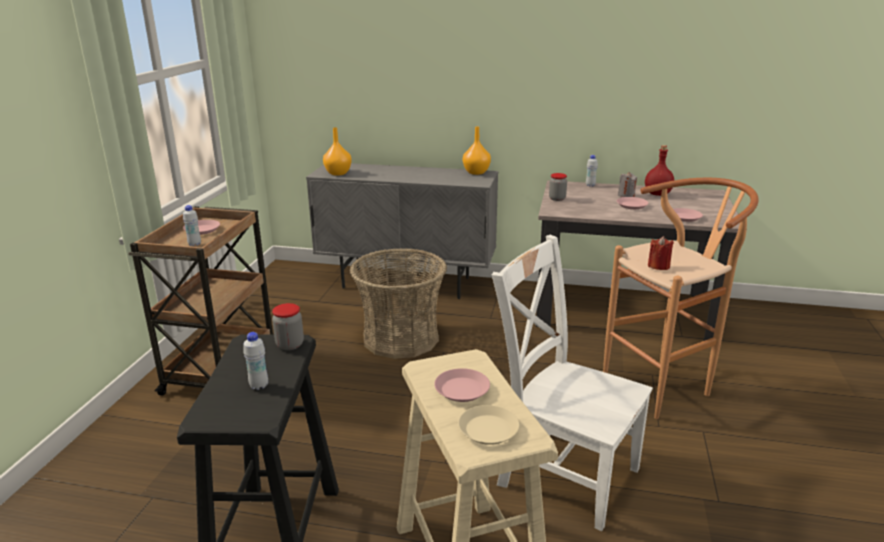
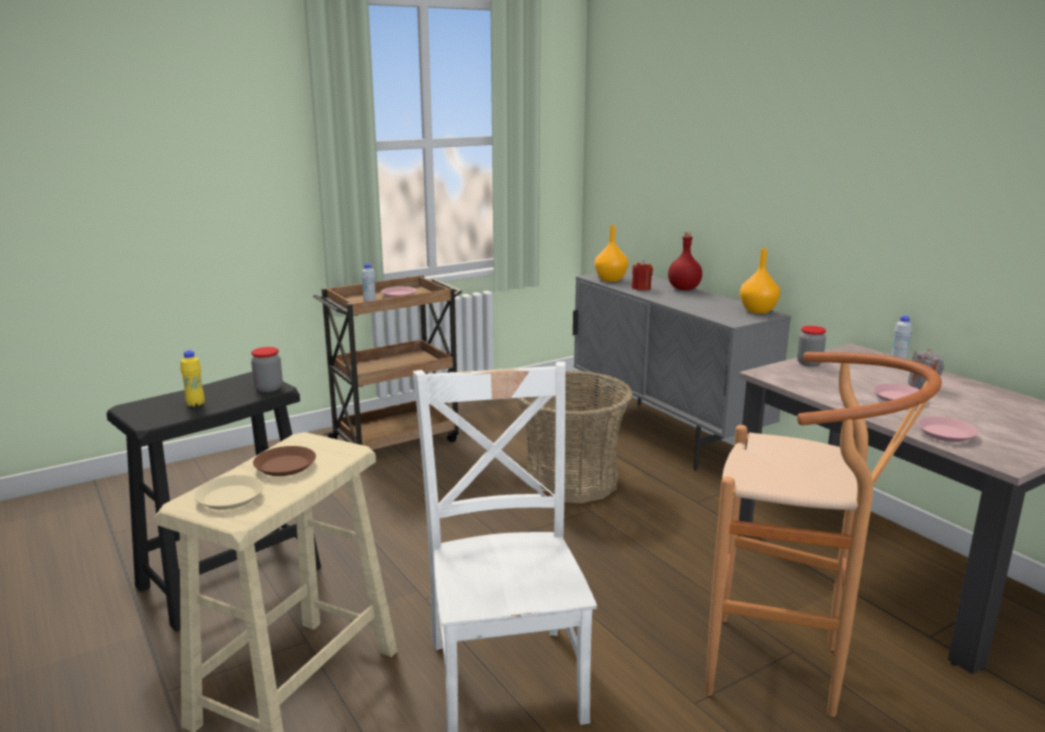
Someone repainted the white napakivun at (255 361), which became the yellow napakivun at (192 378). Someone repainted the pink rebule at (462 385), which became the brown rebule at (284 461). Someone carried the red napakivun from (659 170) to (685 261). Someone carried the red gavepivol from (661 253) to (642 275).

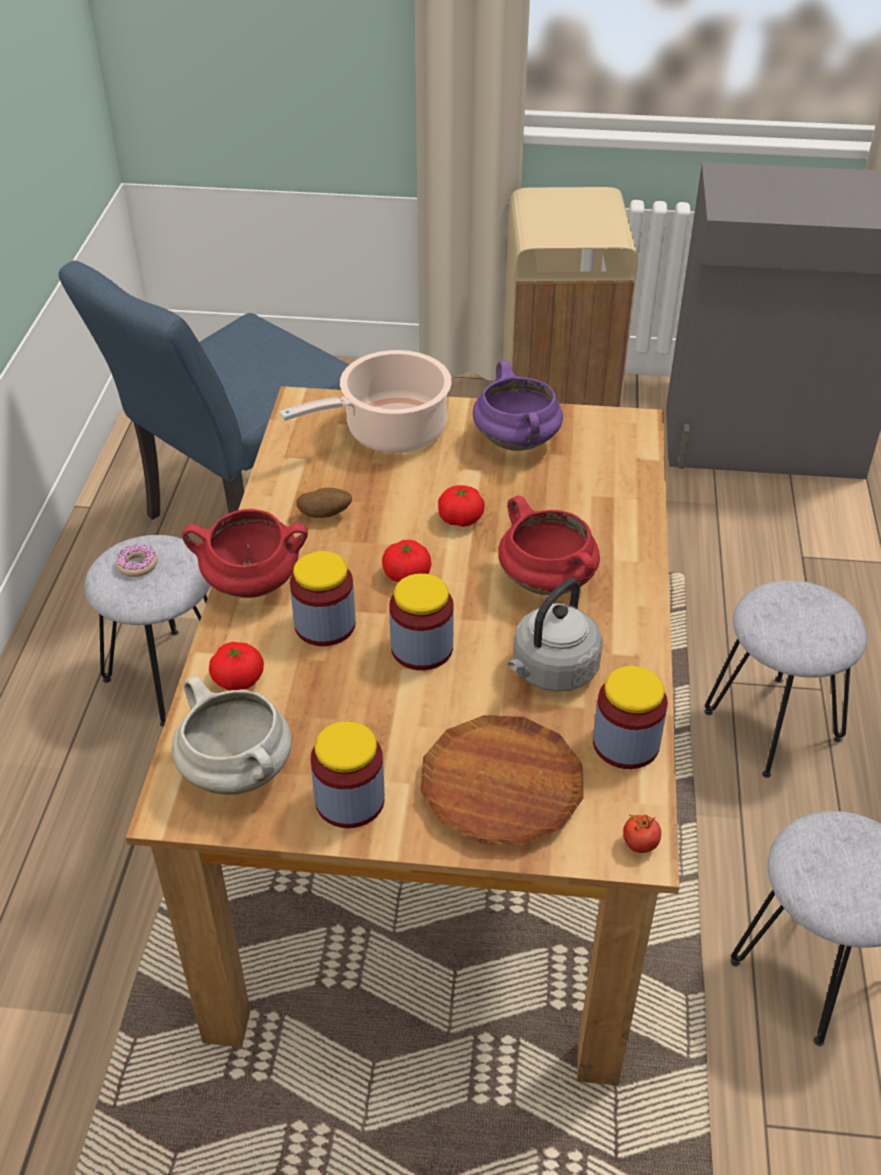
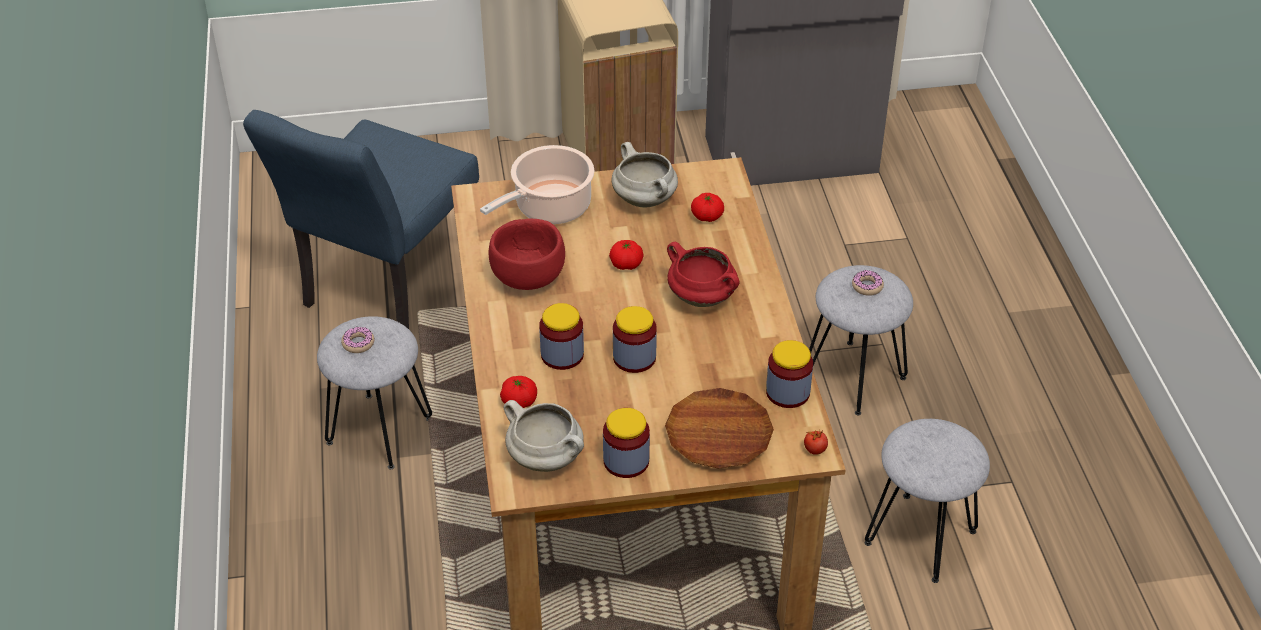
Someone took away the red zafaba at (245 553). Someone swapped the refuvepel at (324 503) for the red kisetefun at (527 254). Someone carried the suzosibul from (406 561) to (707 207). Someone repainted the purple zafaba at (518 405), which became the white zafaba at (644 175). Someone took away the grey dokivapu at (555 635). Someone put down the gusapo at (868 283).

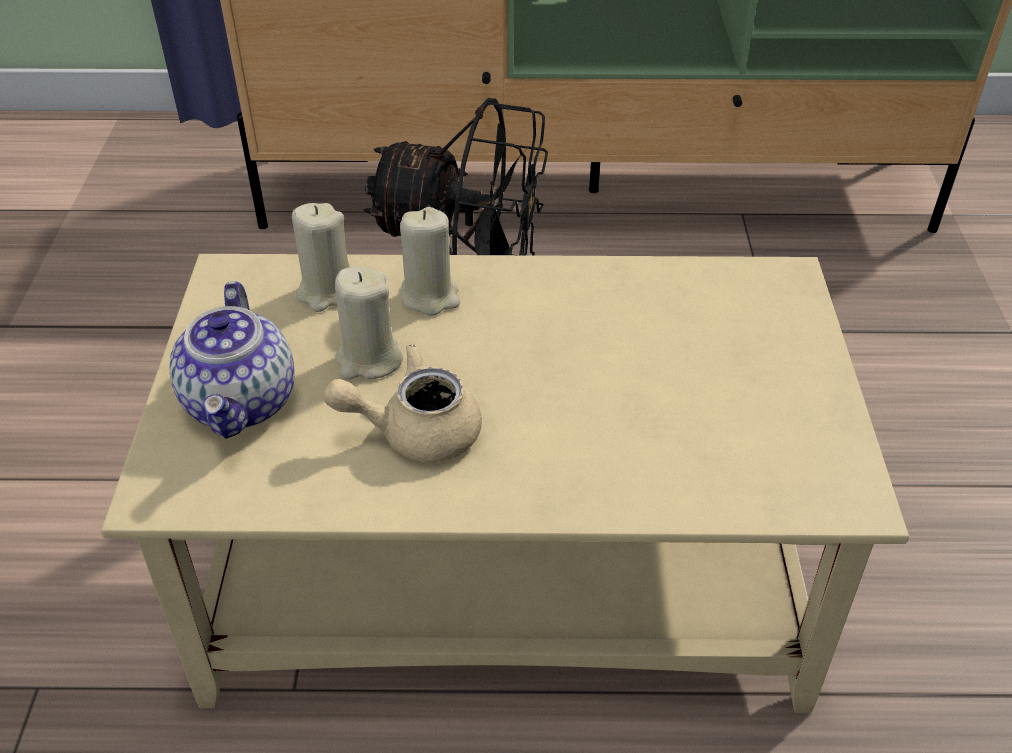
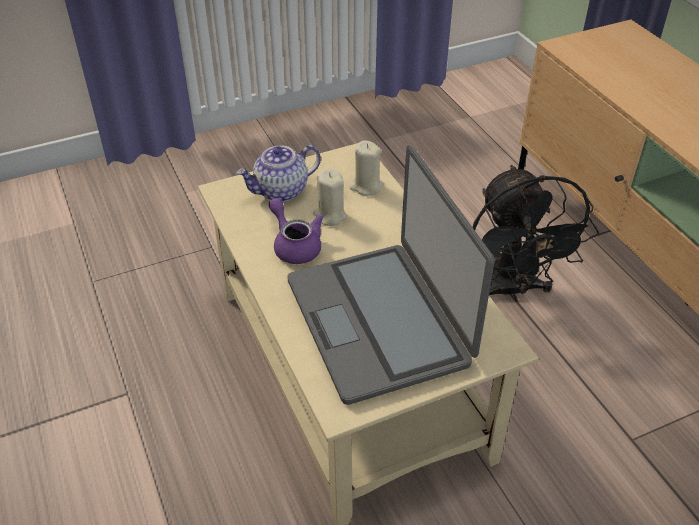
Someone repainted the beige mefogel at (402 403), which became the purple mefogel at (296 231). Someone took away the beige gavepivol at (430 261). Someone put down the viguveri at (391 275).

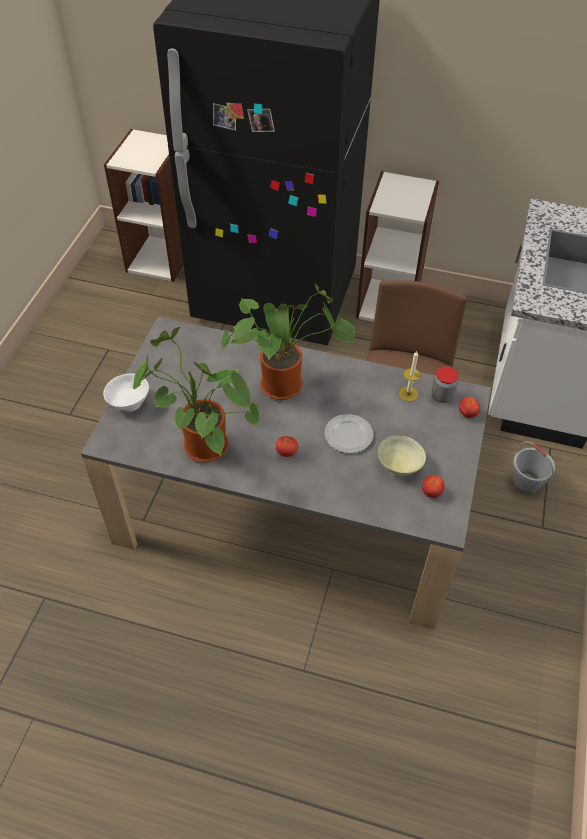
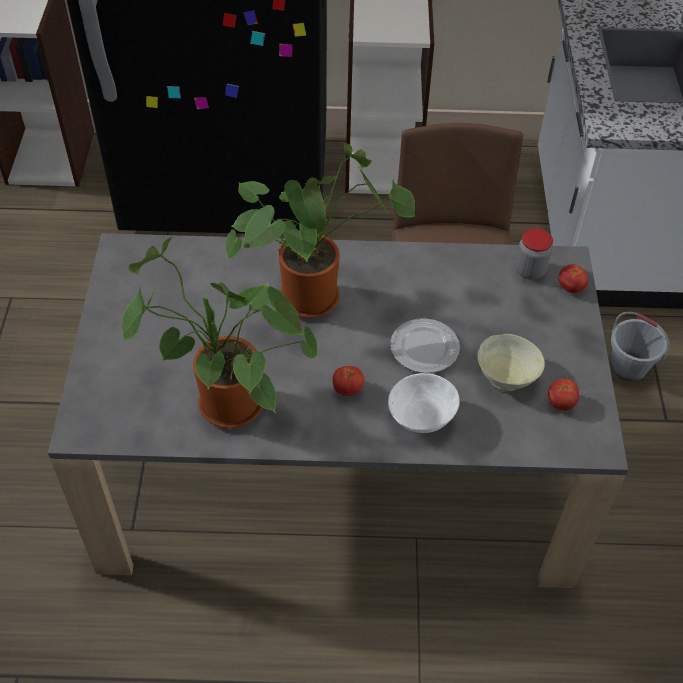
Someone carried the white kisetefun from (126 392) to (424 403). Someone took away the gavepivol at (410 376).

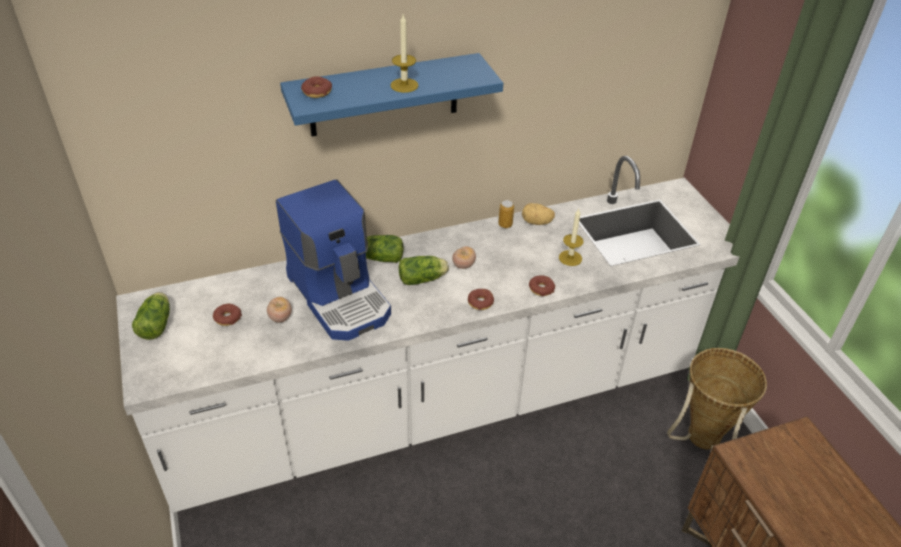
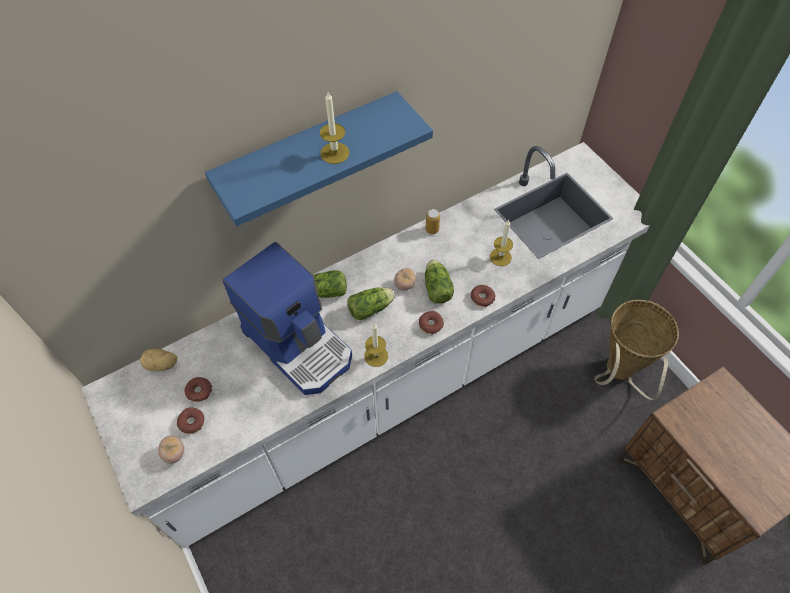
Someone carried the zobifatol from (151 316) to (439 282). Someone carried the suzosibul from (279 309) to (171 449). Someone carried the gusapo from (316 87) to (190 420). Someone carried the refuvepel from (538 214) to (158 360). Someone put down the gavepivol at (376 345).

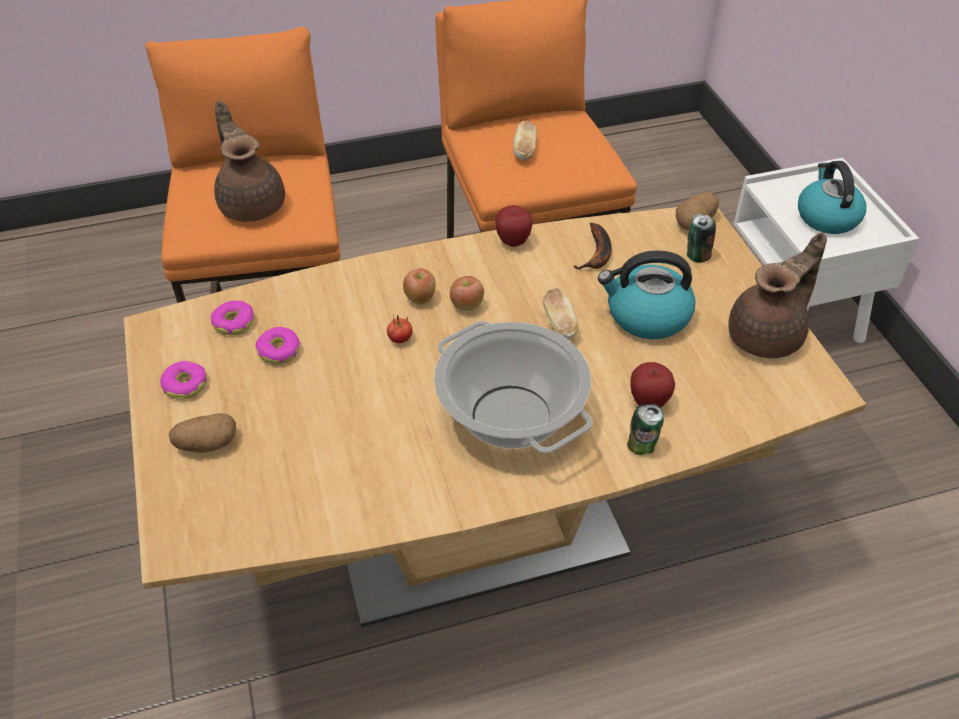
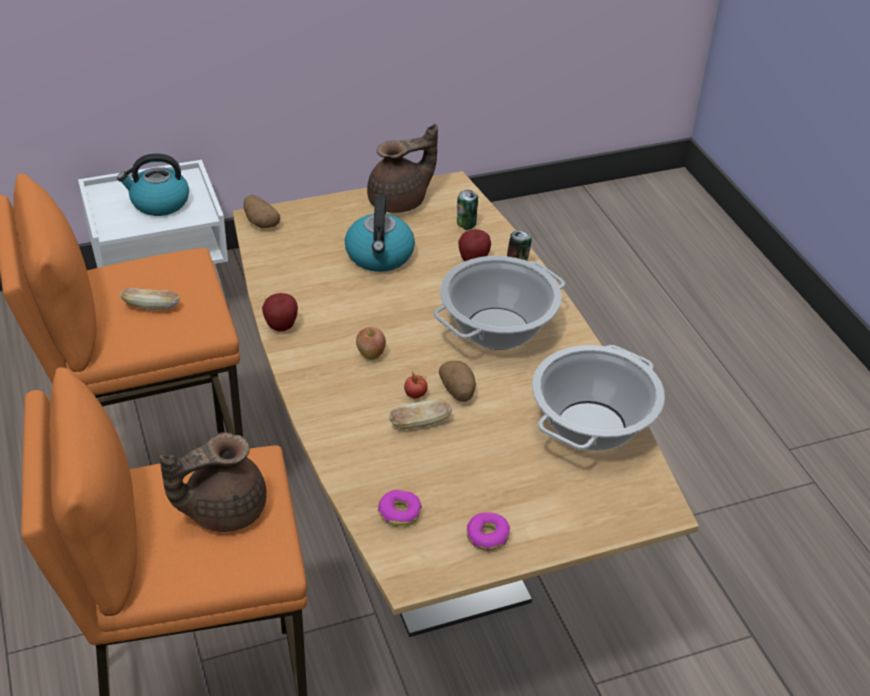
Someone carried the refuvepel from (202 433) to (457 381). Someone took away the gusapo at (277 345). Someone took away the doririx at (419 286). Someone carried the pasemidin from (561 313) to (420 414). Someone took away the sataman at (592 246). Someone carried the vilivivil from (701 238) to (467 210). Someone rotated the brown mefogel at (777 295) by 105 degrees clockwise. Someone put down the zafaba at (598 398).

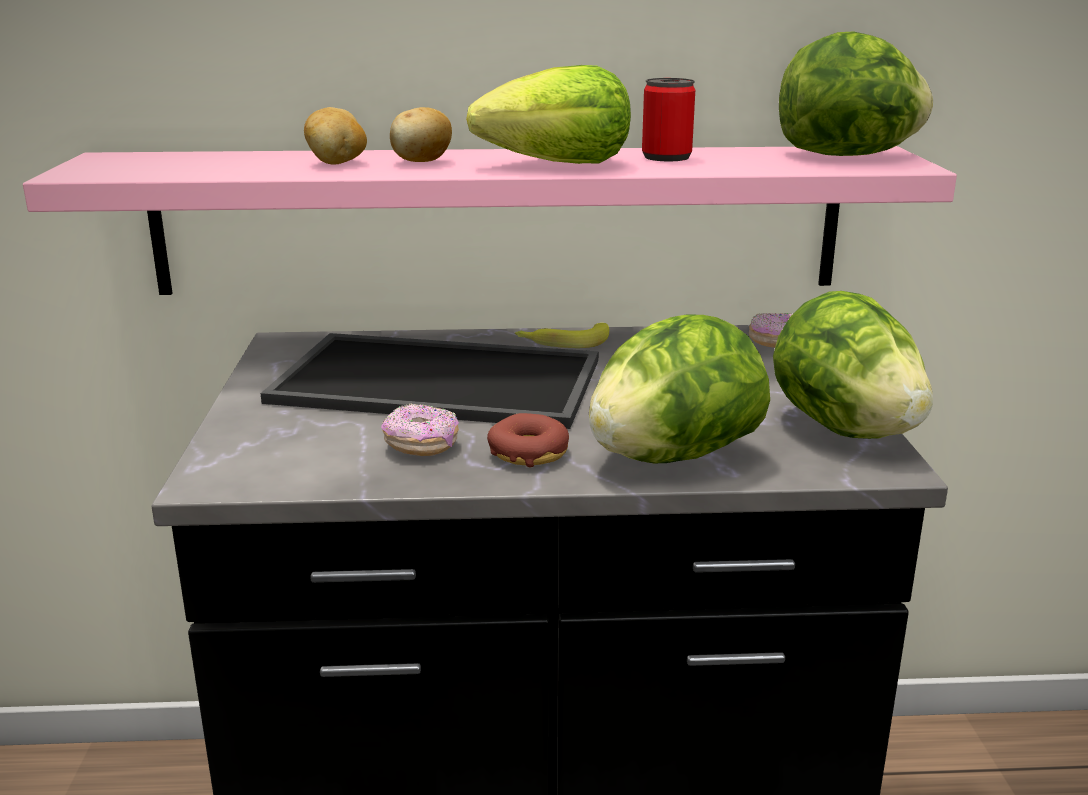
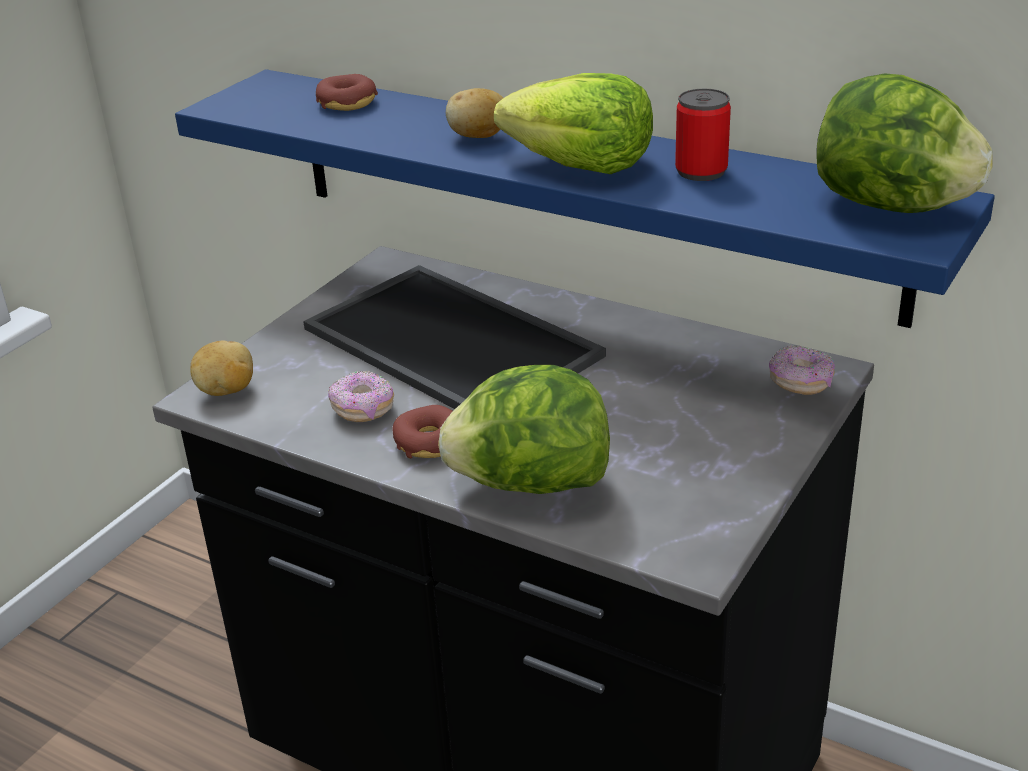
Someone repainted the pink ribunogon at (490 220), which became the blue ribunogon at (585 199). Someone carried the refuvepel from (335 135) to (221 368). Someone took away the sataman at (562 335). Someone took away the zobifatol at (853 365). Someone put down the gusapo at (347 92).

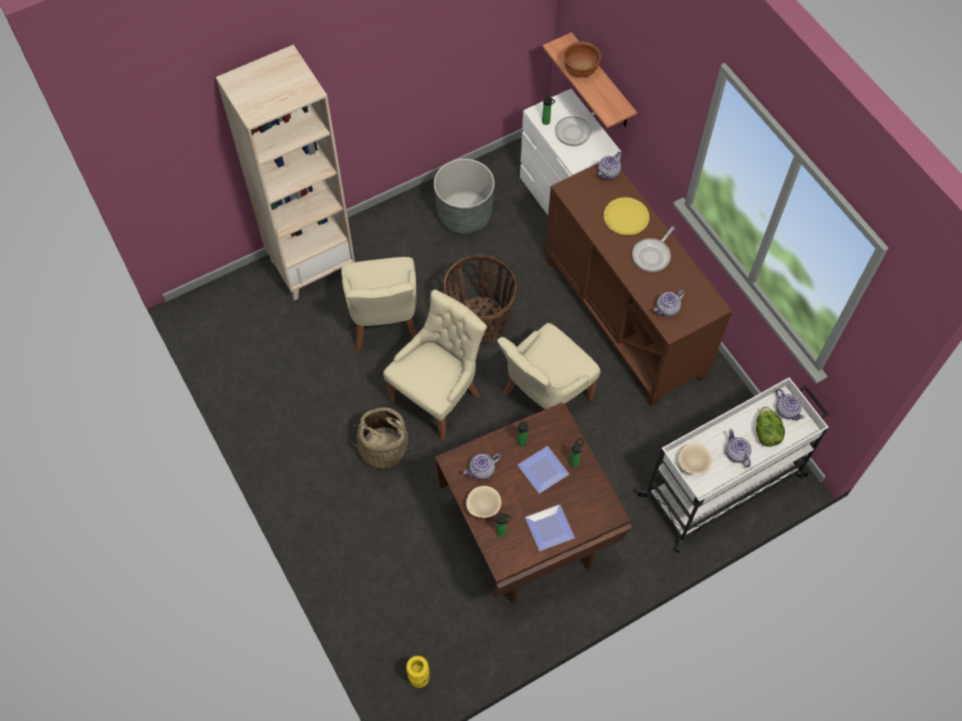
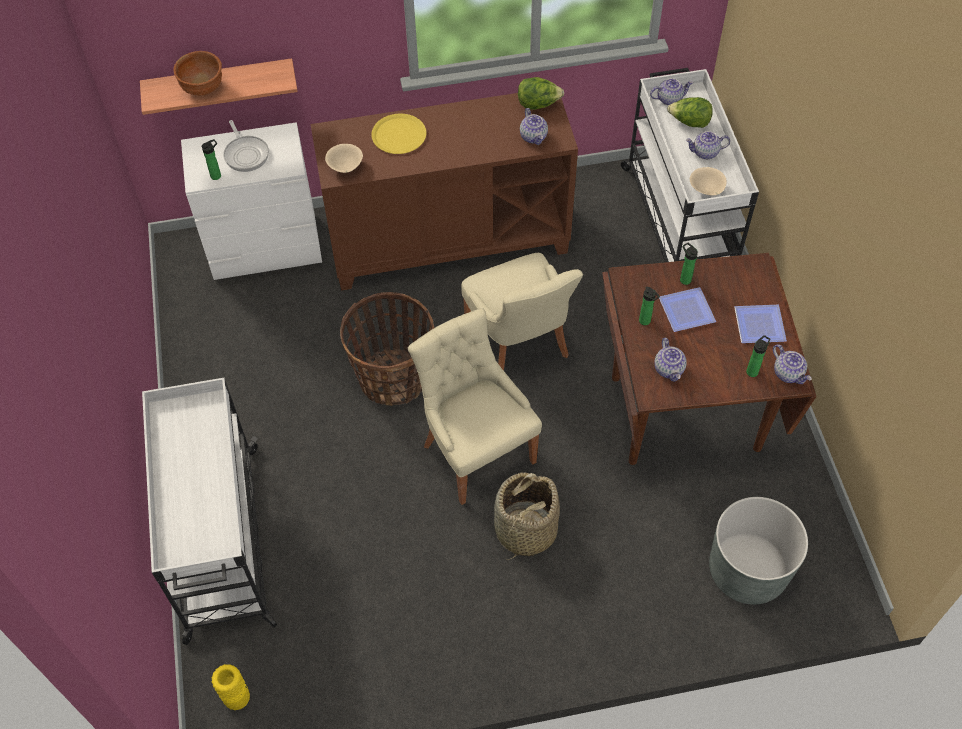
Someone swapped the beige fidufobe at (285 172) for the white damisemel at (209 511). Someone took away the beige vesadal at (379 304). Someone carried the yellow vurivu from (417 672) to (231 687). Someone carried the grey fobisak from (464 196) to (758 551). Someone carried the beige kisetefun from (483 502) to (344 158). Someone carried the mefogel from (609 165) to (792 364). Someone took away the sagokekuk at (653 249). Someone put down the zobifatol at (541 93).

